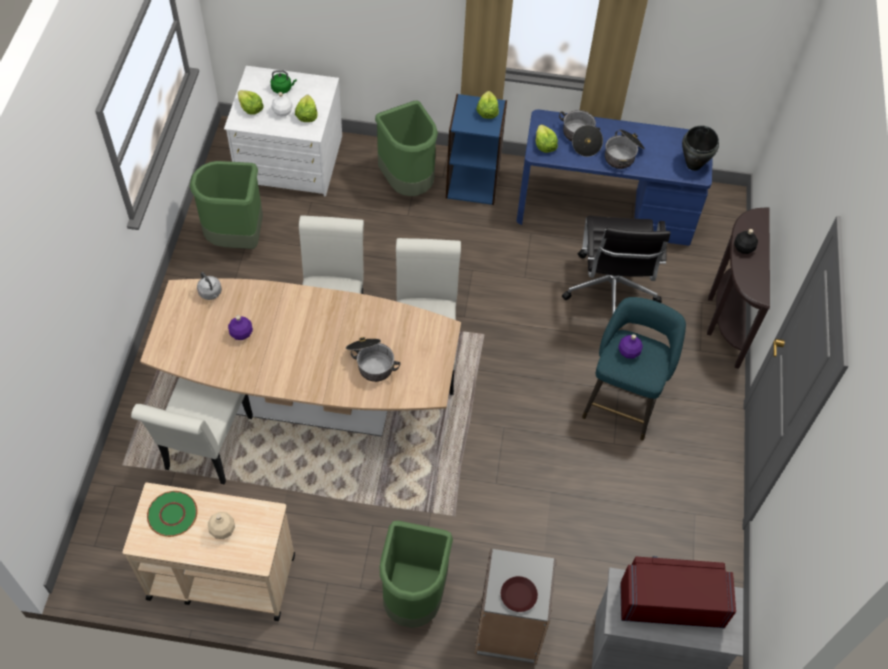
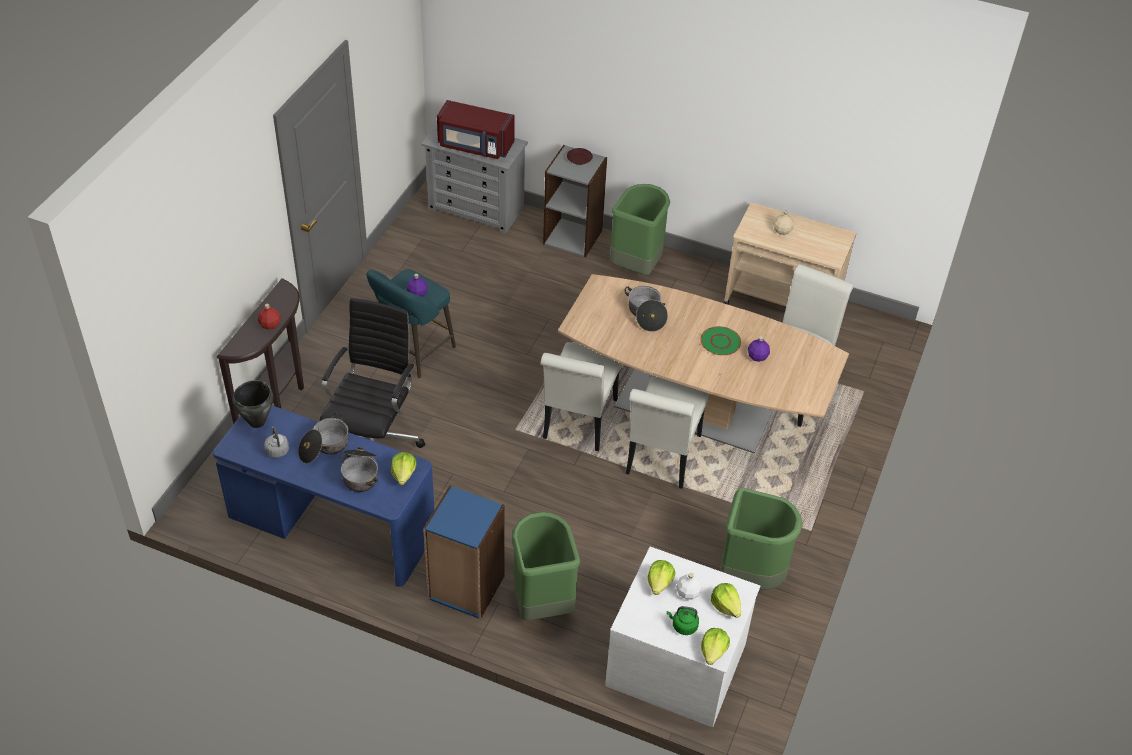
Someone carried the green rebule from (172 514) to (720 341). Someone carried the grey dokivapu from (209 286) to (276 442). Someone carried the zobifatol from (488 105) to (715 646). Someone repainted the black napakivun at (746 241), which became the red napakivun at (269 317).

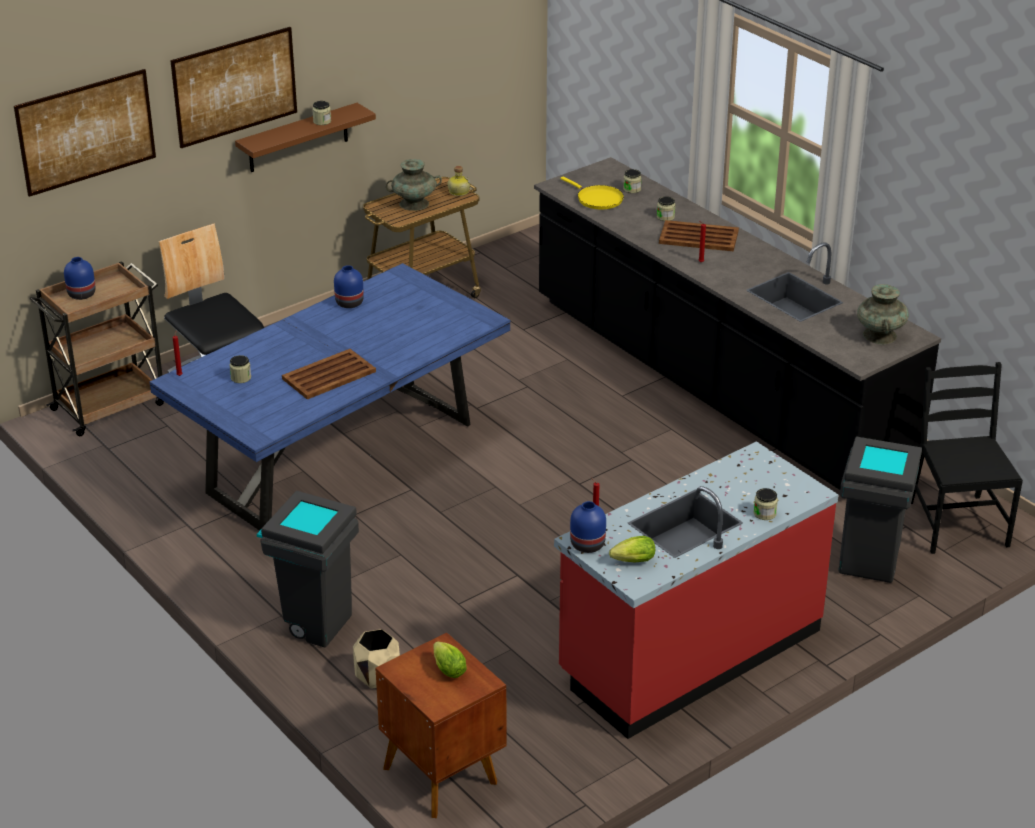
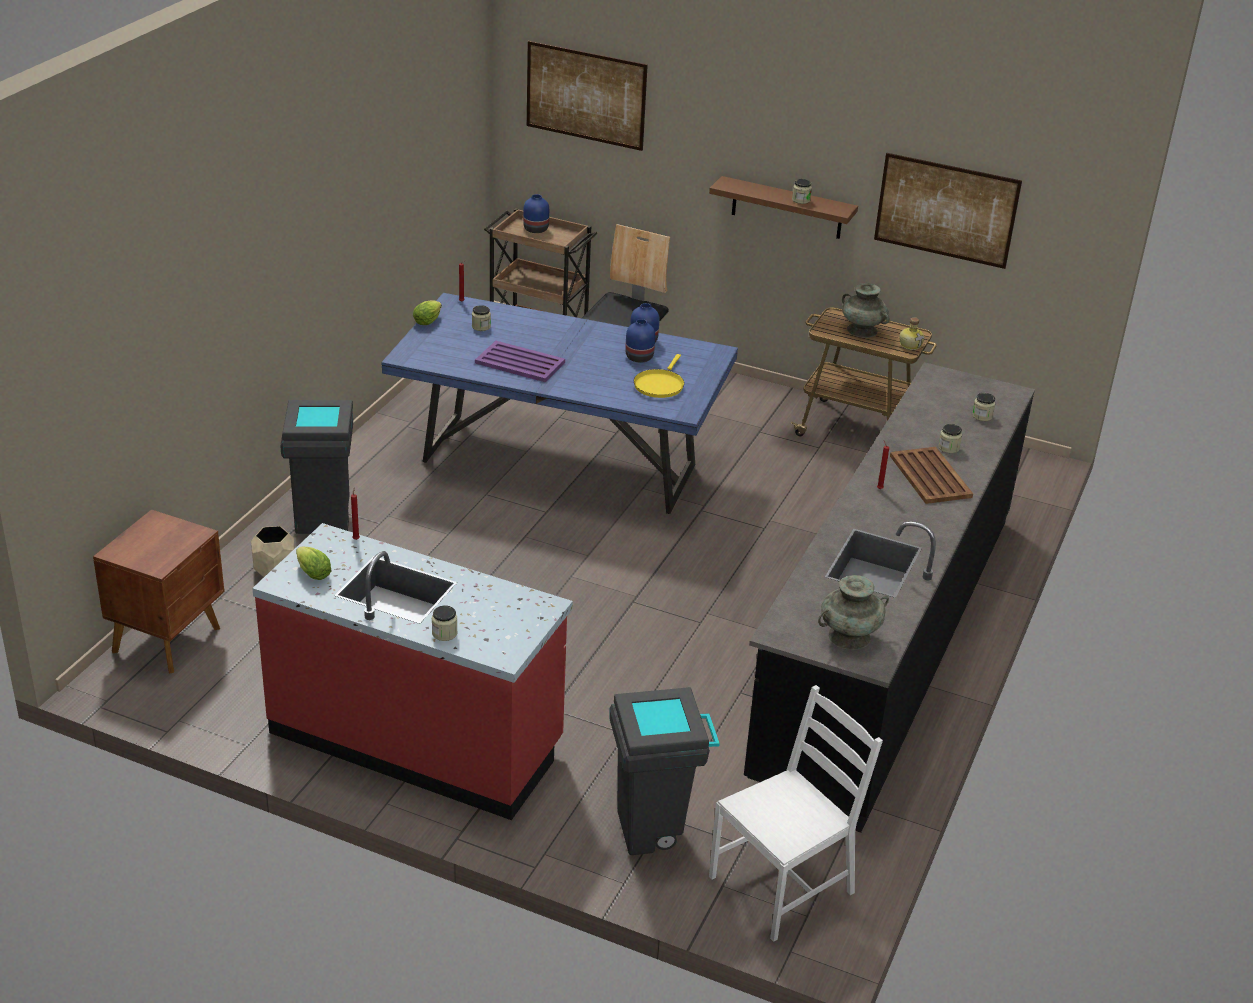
Someone carried the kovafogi from (234 87) to (948 211). Someone repainted the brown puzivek at (329 374), which became the purple puzivek at (520 361). Someone carried the zobifatol from (450 659) to (427 312). Someone carried the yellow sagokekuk from (592 192) to (659 376). Someone carried the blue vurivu from (588 527) to (640 341). Someone repainted the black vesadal at (967 458), which became the white vesadal at (796 813).

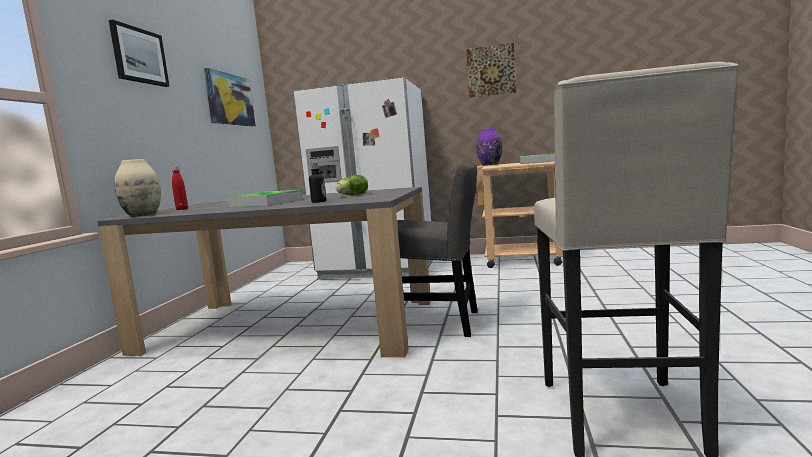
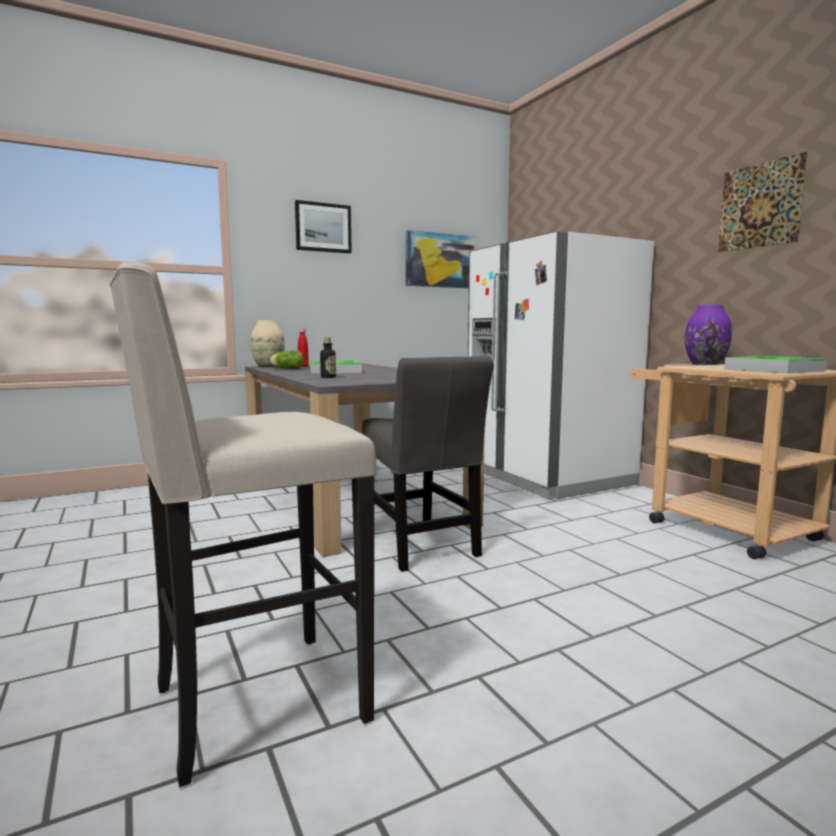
Someone carried the zobifatol from (351 185) to (287 360).

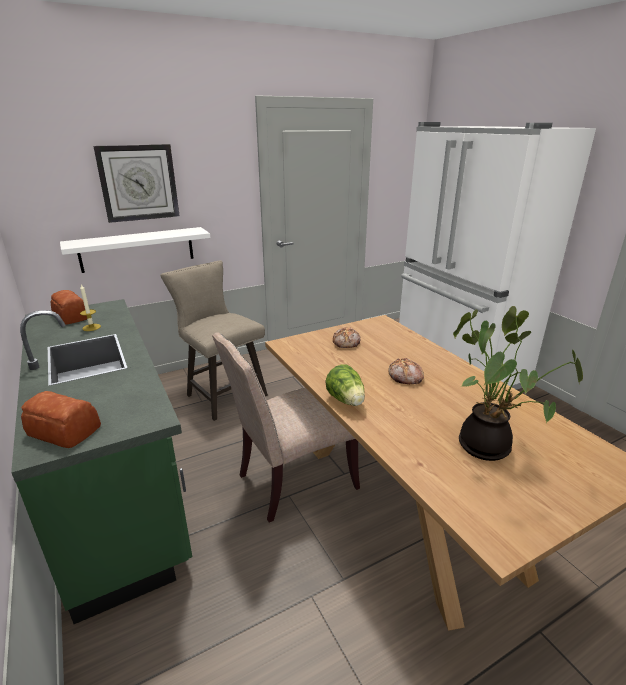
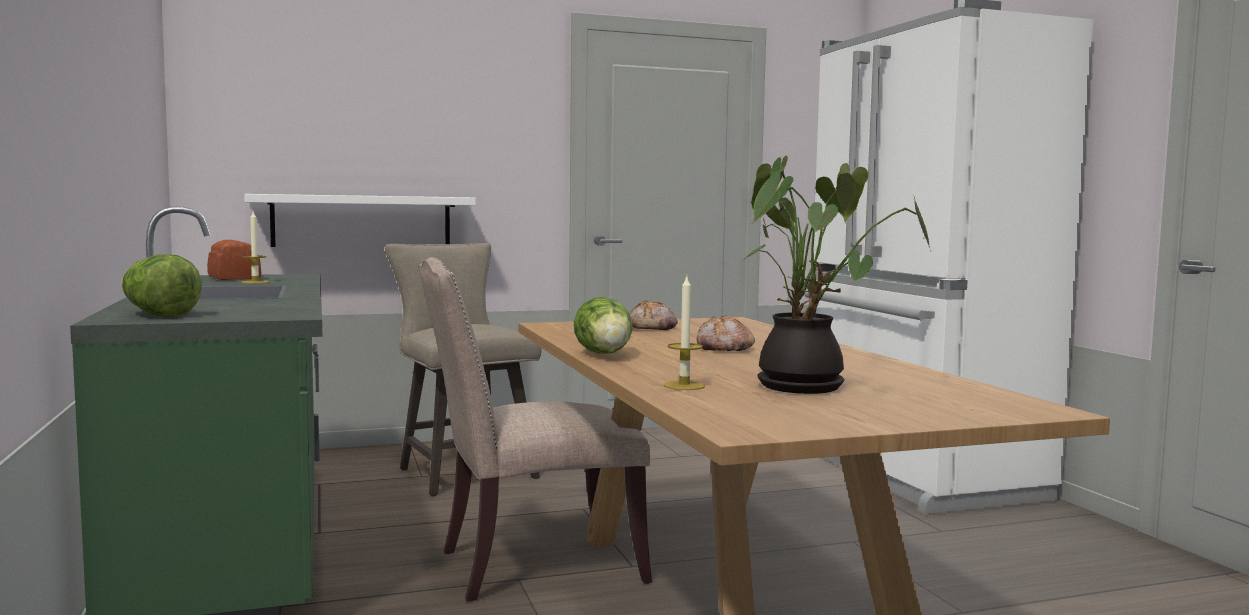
Someone swapped the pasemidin at (61 419) for the zobifatol at (161 285). Someone took away the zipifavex at (136 183). Someone put down the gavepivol at (684 333).

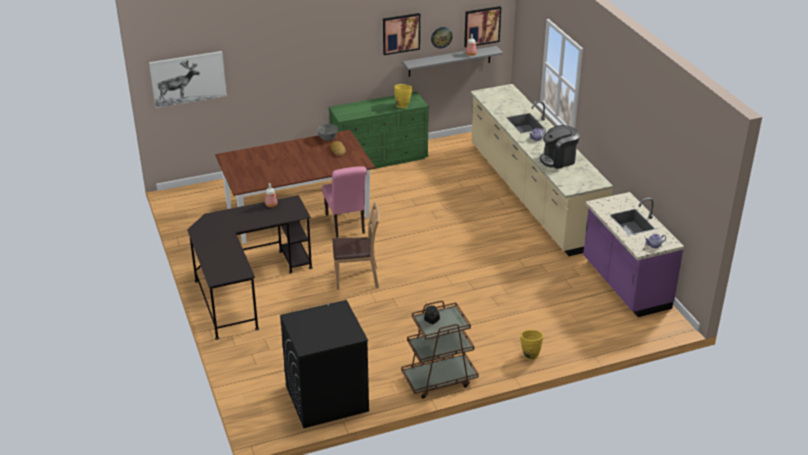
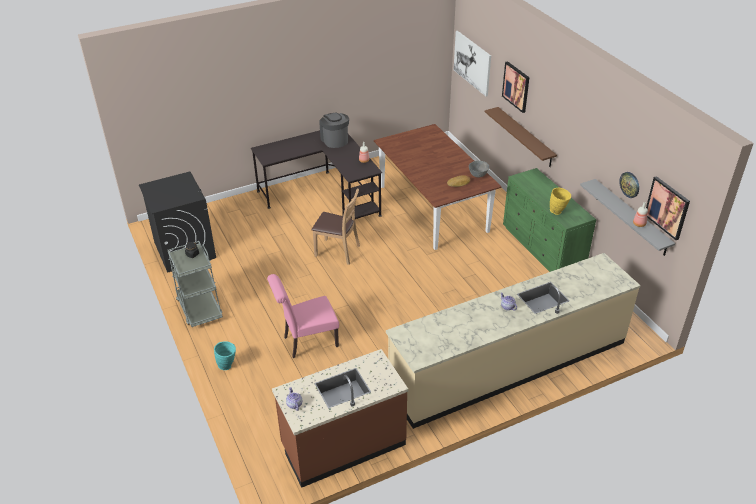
Someone carried the pink vesadal from (344 202) to (303 316). Someone rotated the brown vesadal at (356 246) by 60 degrees counterclockwise. Someone carried the kovafogi from (401 34) to (516 87). Someone repainted the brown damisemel at (440 350), which became the grey damisemel at (195 284). Someone repainted the yellow vurivu at (532 345), which became the turquoise vurivu at (225 355). Someone carried the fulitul from (559 147) to (334 130). Someone repainted the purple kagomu at (633 254), which became the brown kagomu at (340 418). Someone put up the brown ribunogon at (521 137).

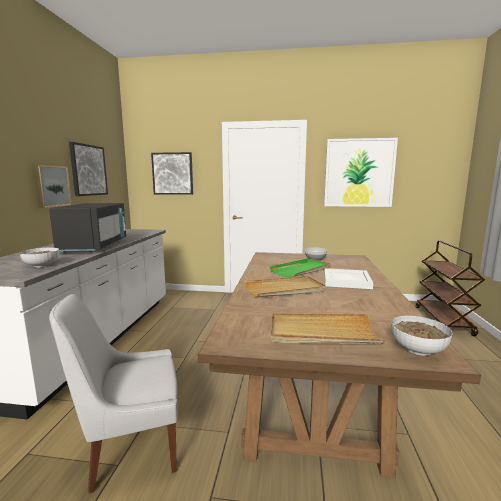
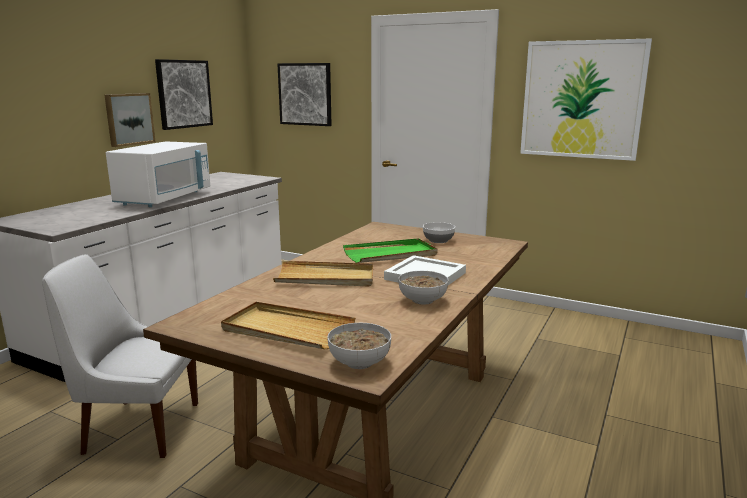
Someone carried the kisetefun from (39 258) to (424 288). Someone repainted the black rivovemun at (87 228), which became the white rivovemun at (158 174). Someone took away the brown damisemel at (450 288).

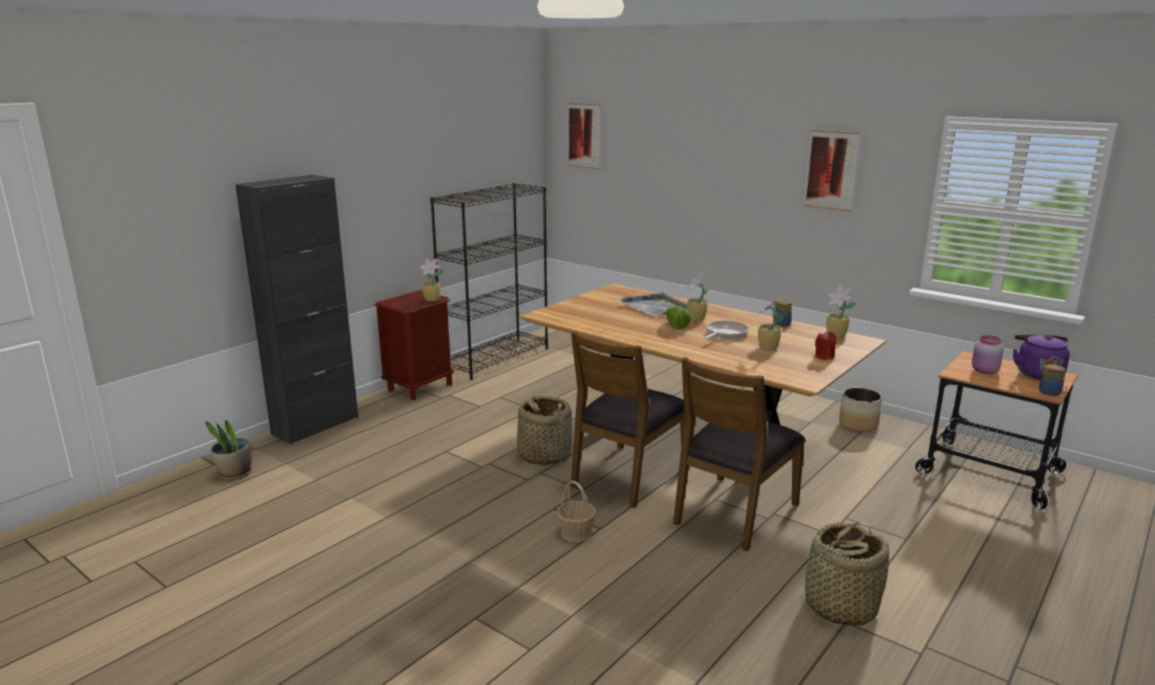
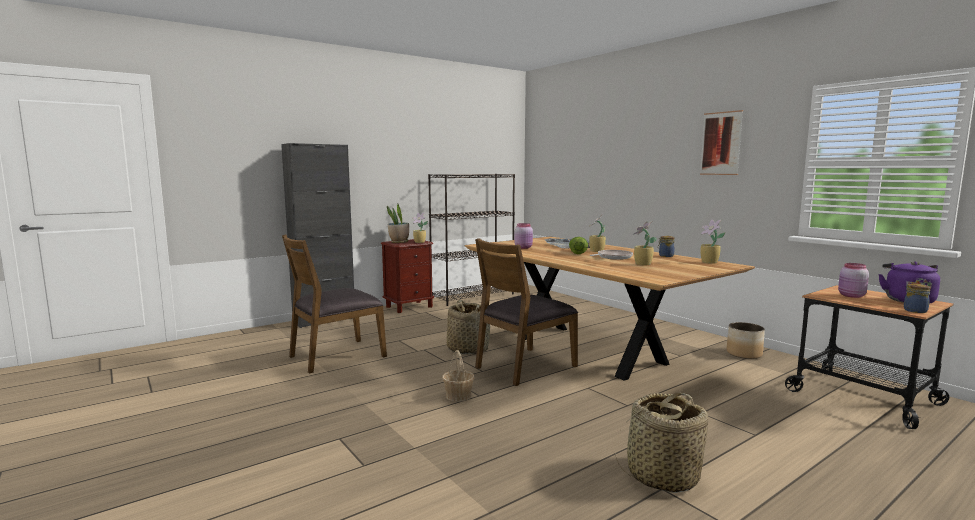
Someone carried the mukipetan from (228 450) to (398 223). Someone took away the kovafogi at (583 136). Someone carried the brown vesadal from (739 454) to (334 304). Someone took away the red gavepivol at (825 345). Someone put down the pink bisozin at (524 236).

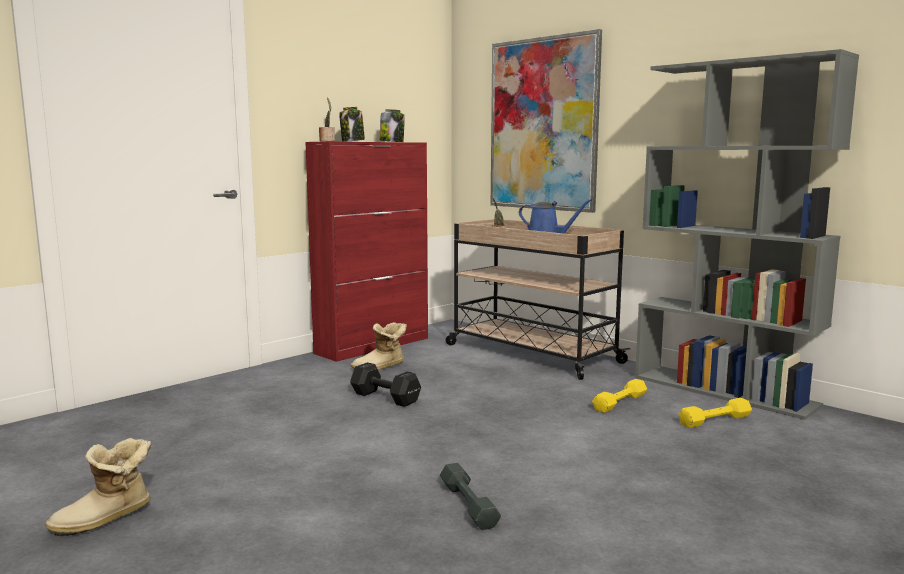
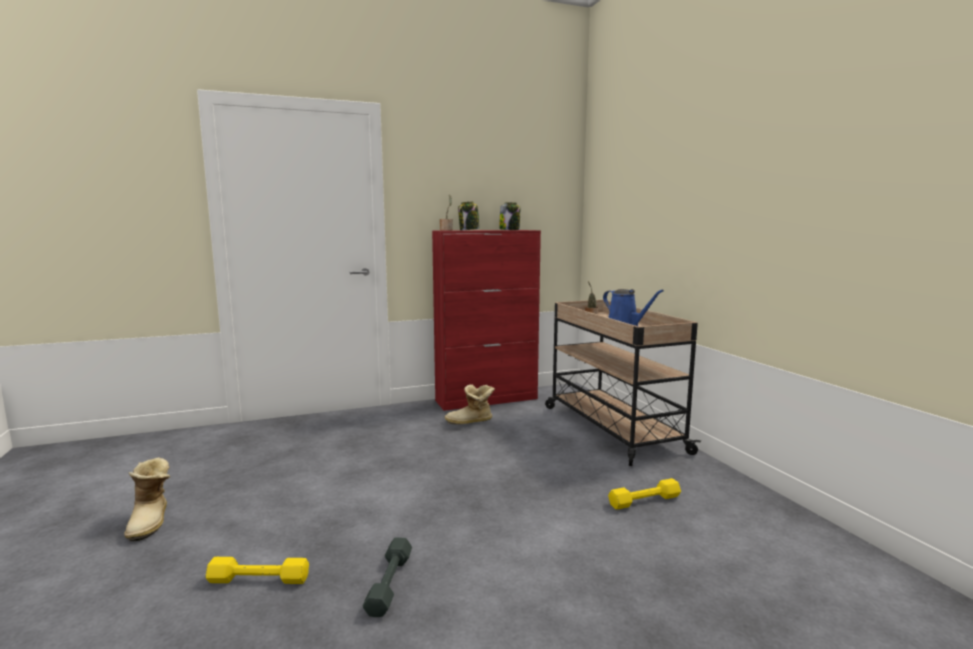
Someone rotated the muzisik at (98 487) by 90 degrees counterclockwise. Someone took away the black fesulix at (385 384). Someone took away the kovafogi at (546 121). Someone took away the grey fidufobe at (747 234). Someone carried the yellow fesulix from (715 413) to (257 570).

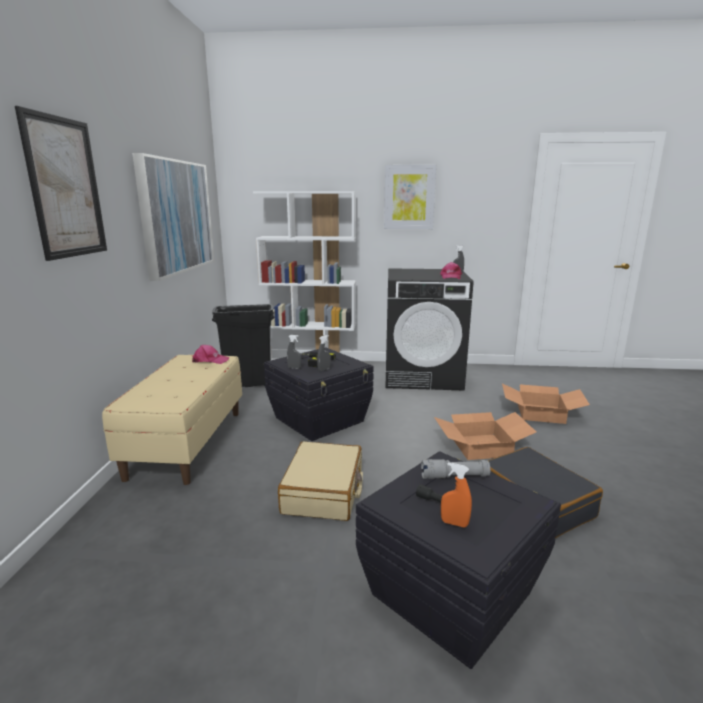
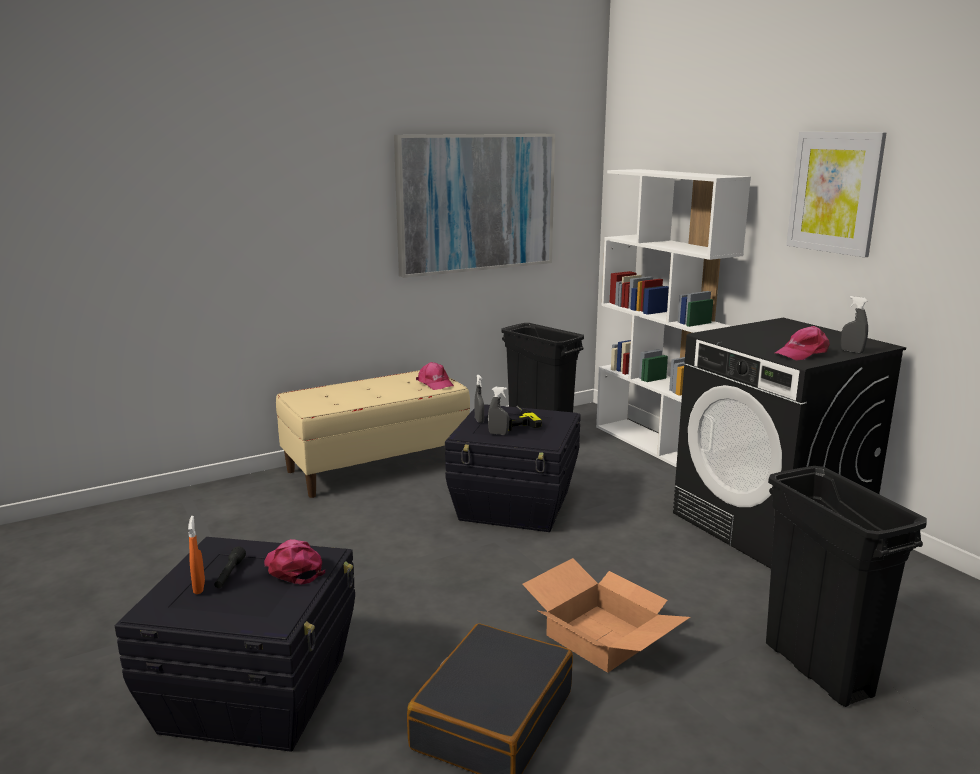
Someone took away the kovafogi at (61 183). Someone took away the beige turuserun at (320 481). Someone swapped the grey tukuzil at (456 469) for the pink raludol at (294 562). Someone swapped the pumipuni at (546 403) for the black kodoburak at (846 586).

